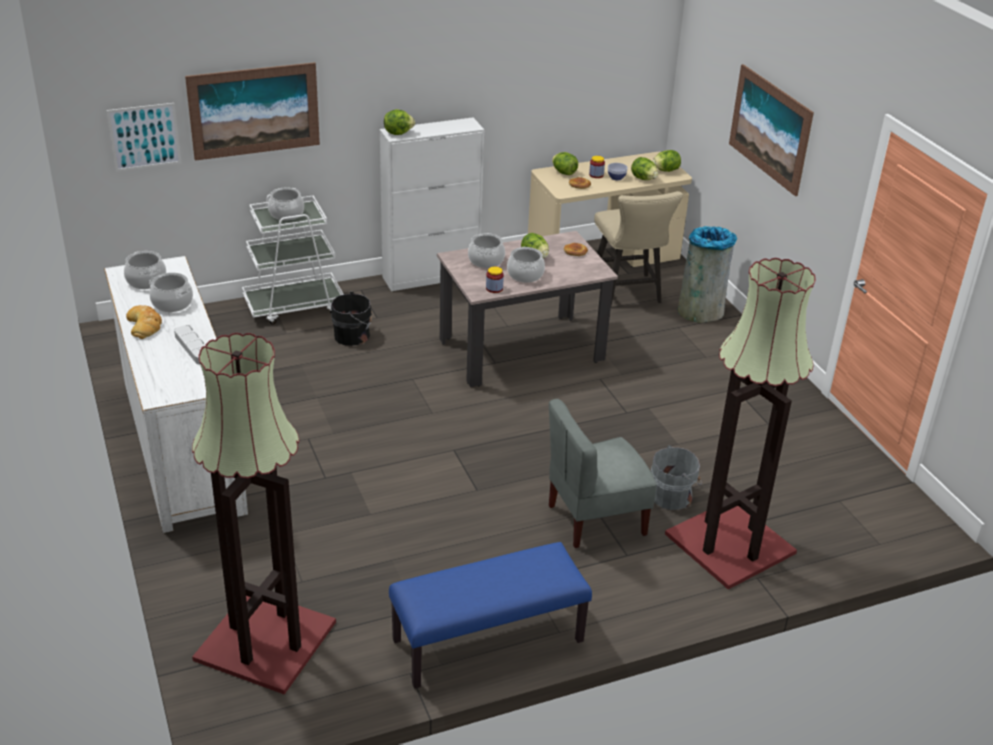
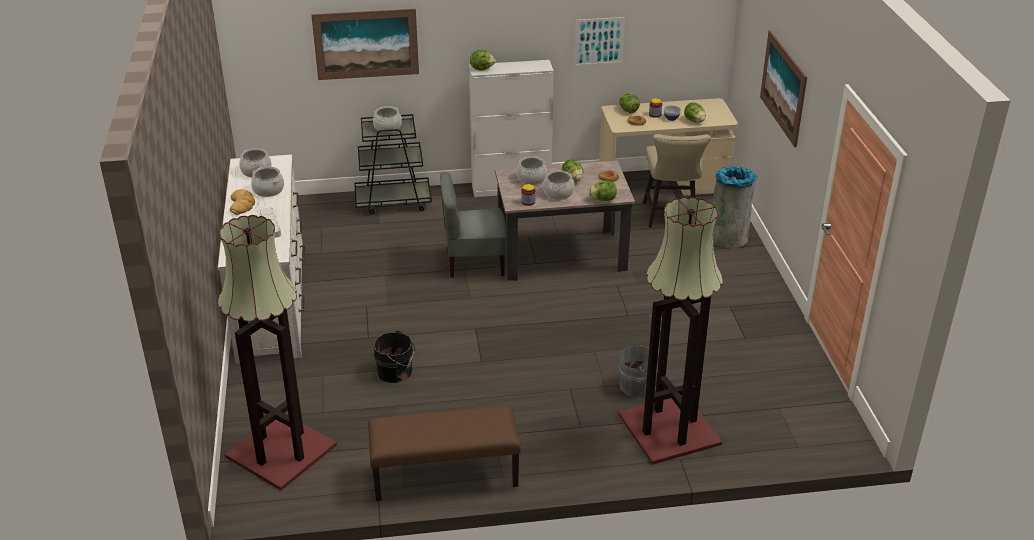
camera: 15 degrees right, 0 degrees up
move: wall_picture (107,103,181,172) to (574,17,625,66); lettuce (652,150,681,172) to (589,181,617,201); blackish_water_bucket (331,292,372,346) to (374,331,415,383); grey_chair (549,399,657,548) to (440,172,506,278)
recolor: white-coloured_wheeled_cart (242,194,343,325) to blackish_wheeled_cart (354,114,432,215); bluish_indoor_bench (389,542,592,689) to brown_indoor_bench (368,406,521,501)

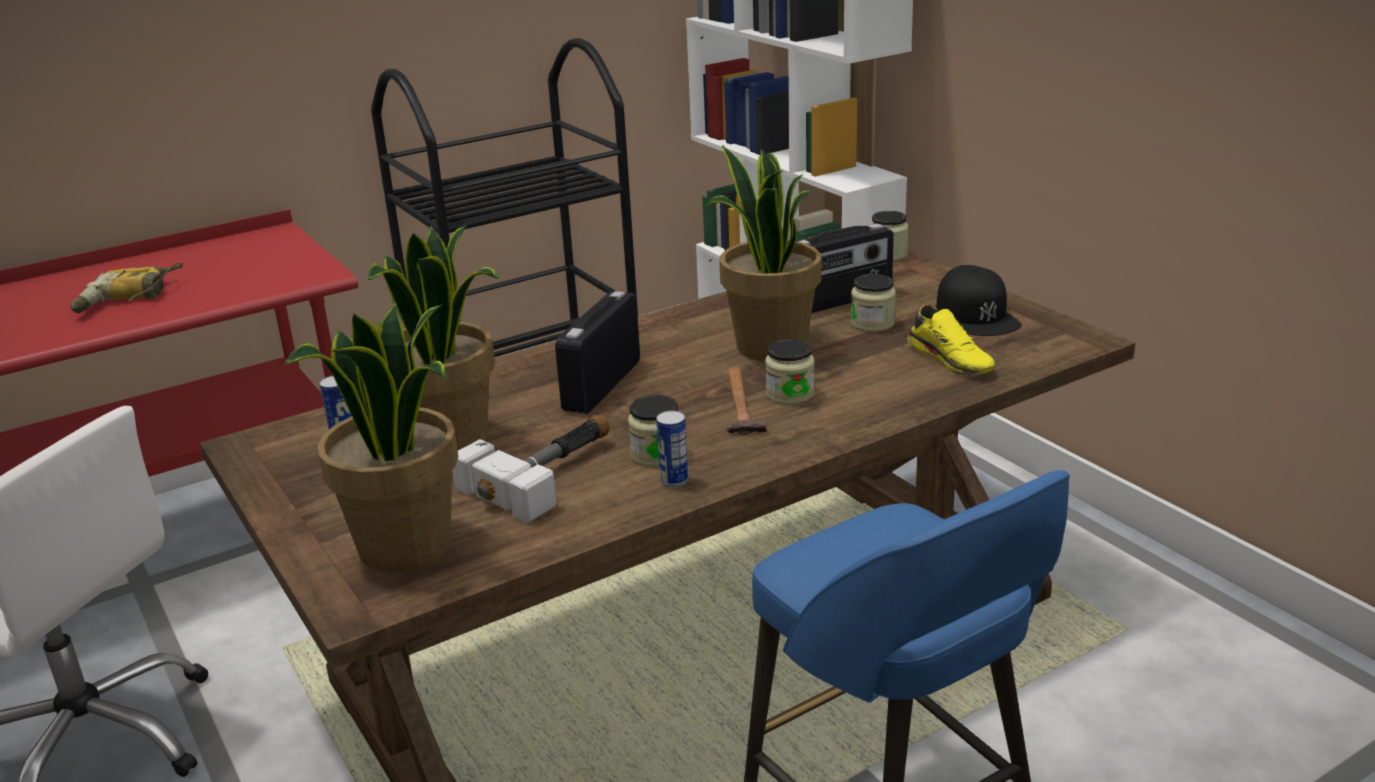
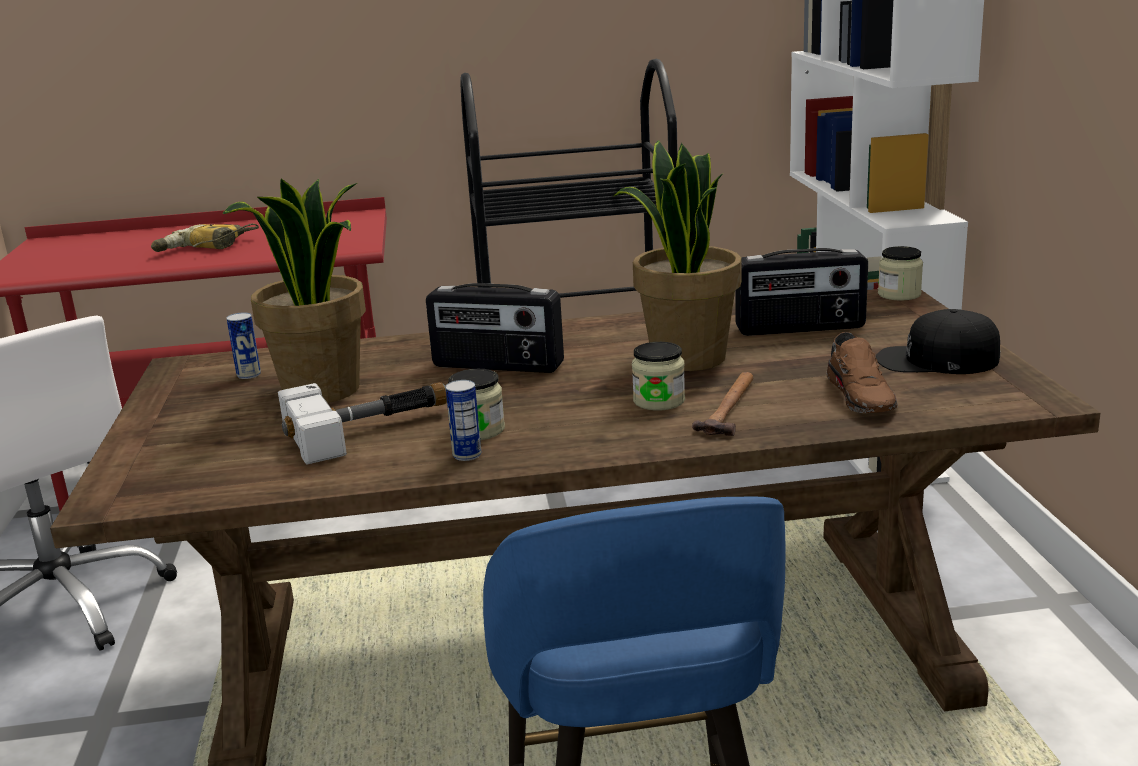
camera: 25 degrees right, 5 degrees down
delete: storage_jar (851,274,896,332); houseplant (284,302,458,573)
move: hand_hammer (726,367,767,435) to (692,372,753,436)
recolor: yellow_low_shoe (908,305,995,376) to brown_low_shoe (826,332,898,413)
rotate: blackish_cap (936,265,1022,336) = (876,309,1001,374) 90 degrees clockwise; radio_receiver (555,291,640,414) = (426,283,564,373) 120 degrees counterclockwise

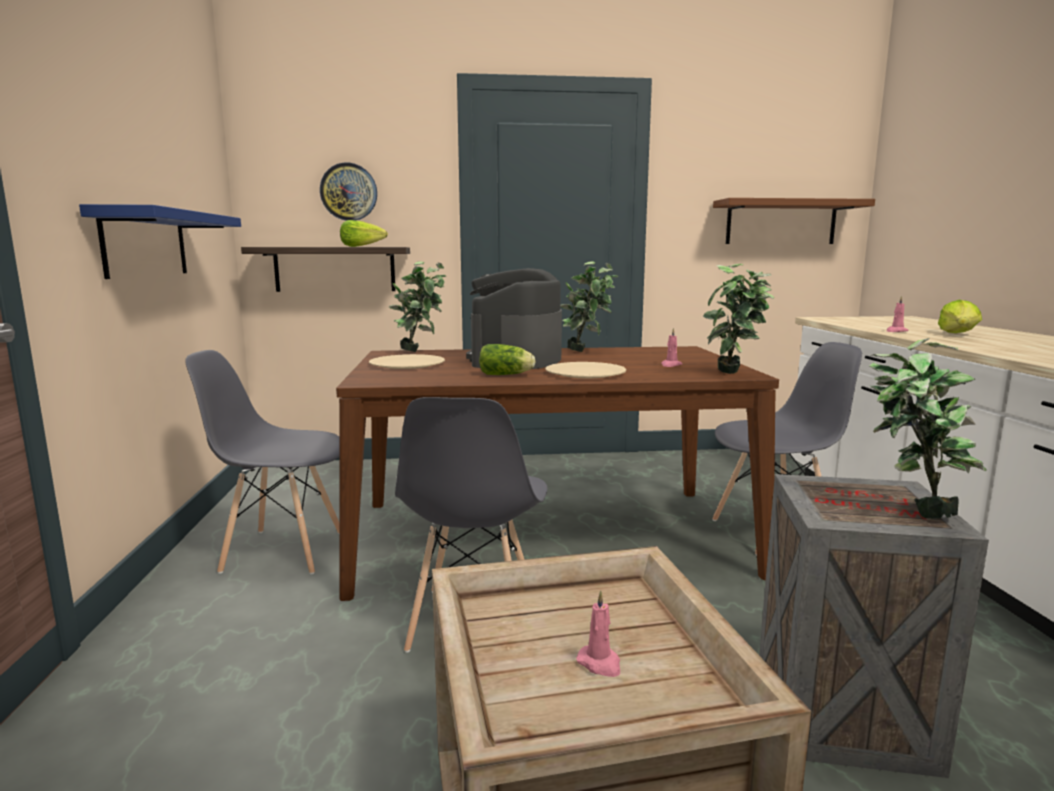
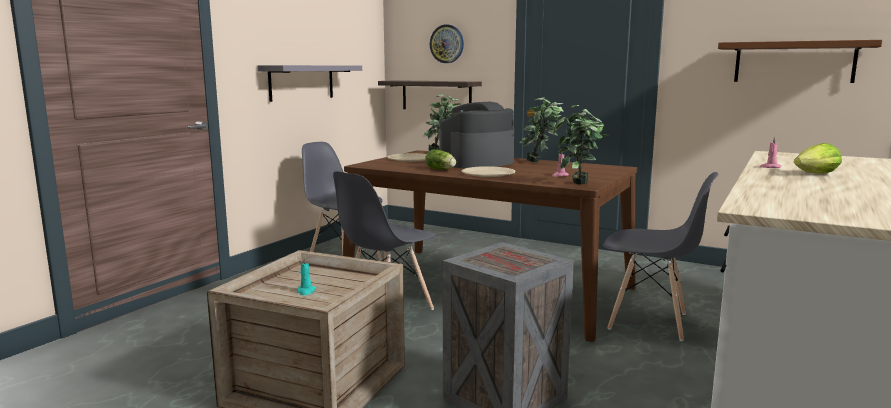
camera: 35 degrees right, 0 degrees up
delete: lettuce (340,220,388,247); houseplant (869,338,987,519)
recolor: bluish_shelf (79,204,241,279) to grey_shelf (257,65,362,102); pink_wax_light (576,591,620,677) to blue-green_wax_light (297,256,316,295)

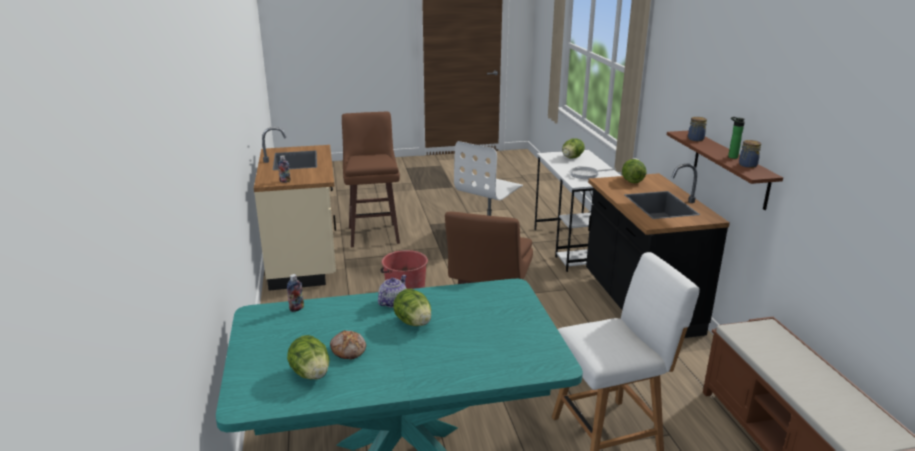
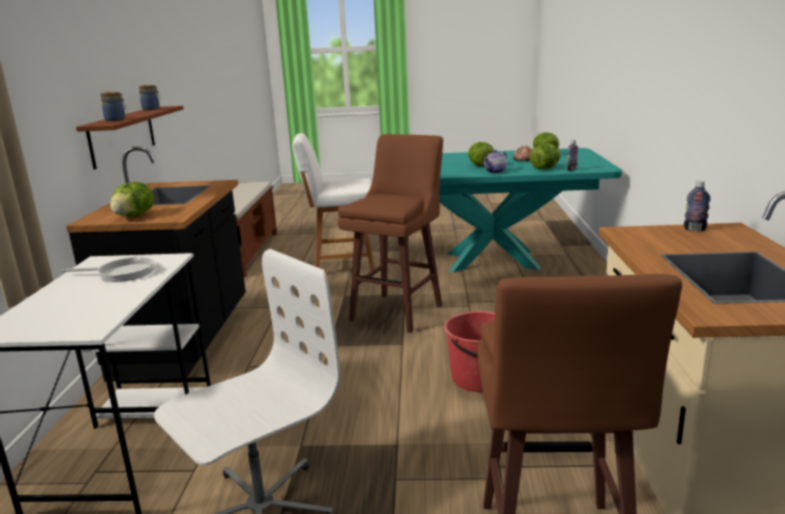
camera: 165 degrees left, 5 degrees down
delete: bottle (728,117,745,159)
move: lettuce (562,138,585,158) to (530,144,561,170)

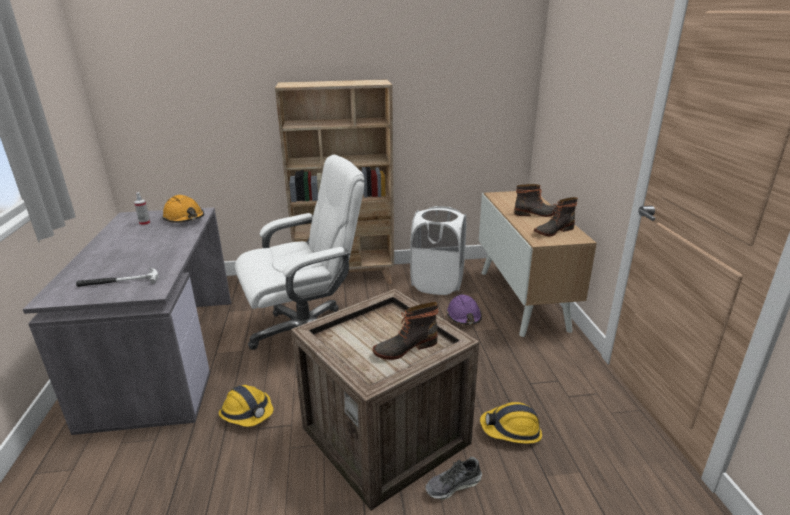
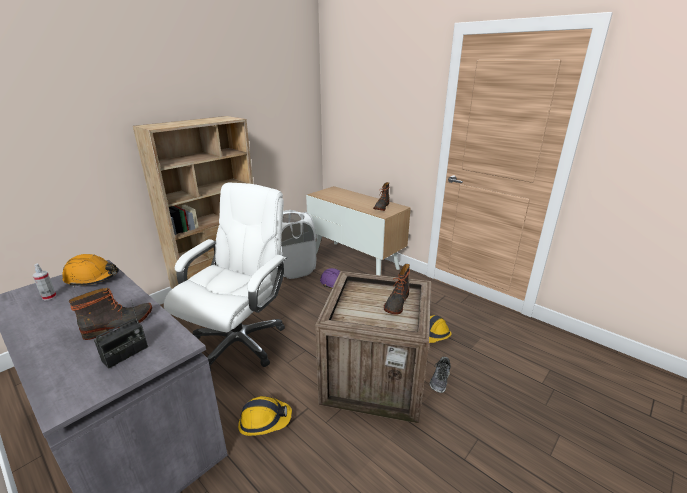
camera: 40 degrees left, 0 degrees up
move: boot (514,184,557,217) to (69,288,152,340)
replace: hand_hammer (76,268,159,287) to radio_receiver (94,300,148,369)

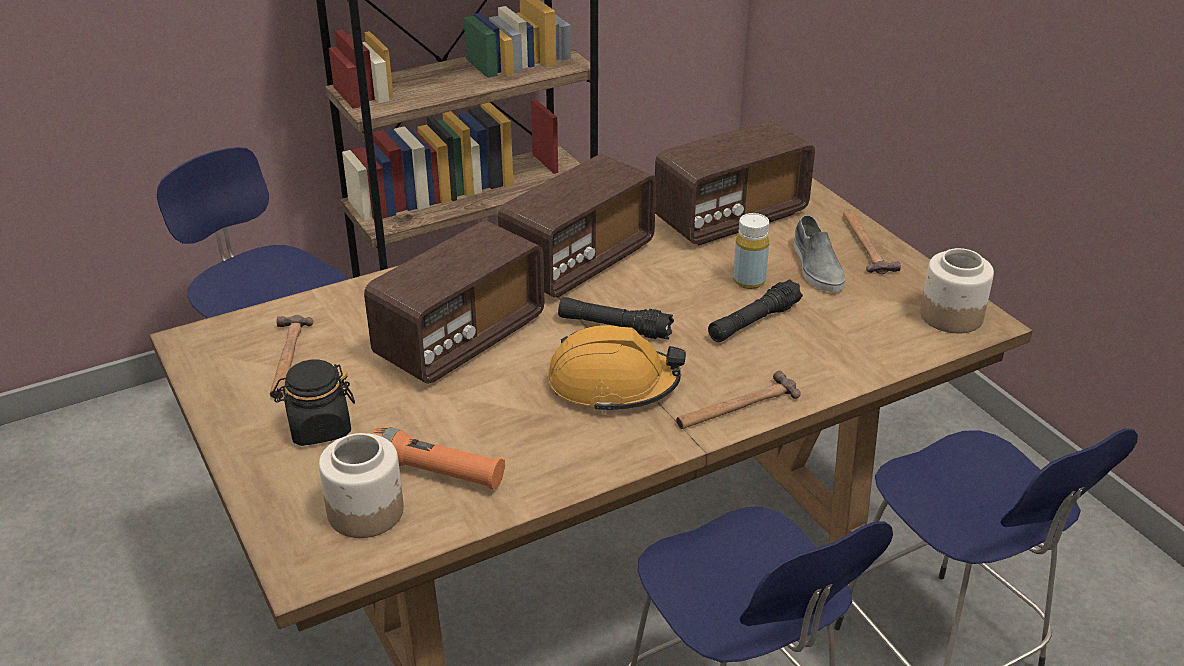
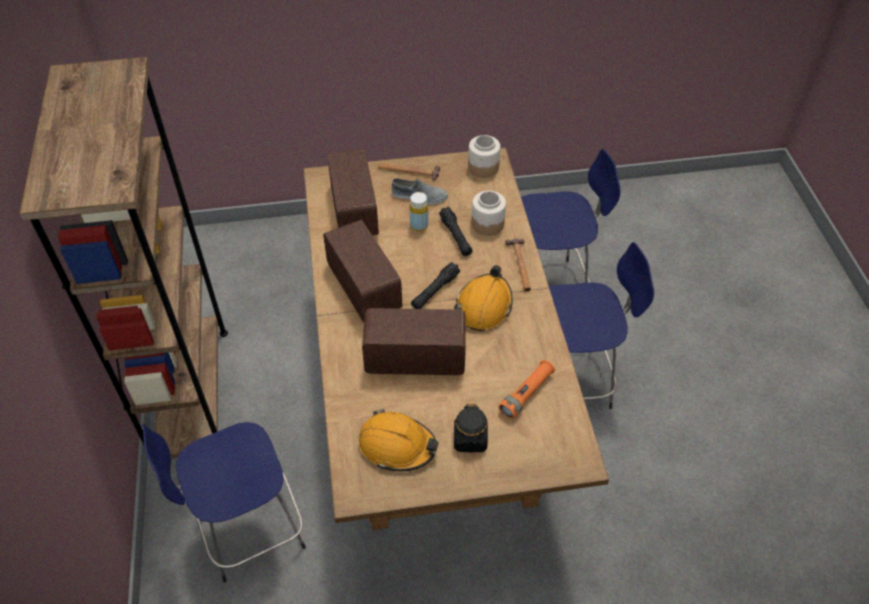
camera: 70 degrees left, 15 degrees up
move: storage_jar (319,433,404,538) to (471,191,506,236)
replace: hand_hammer (270,315,313,399) to orangey_safety_helmet (359,409,439,471)
rotate: radio_receiver (364,220,545,384) = (362,308,466,375) 60 degrees counterclockwise

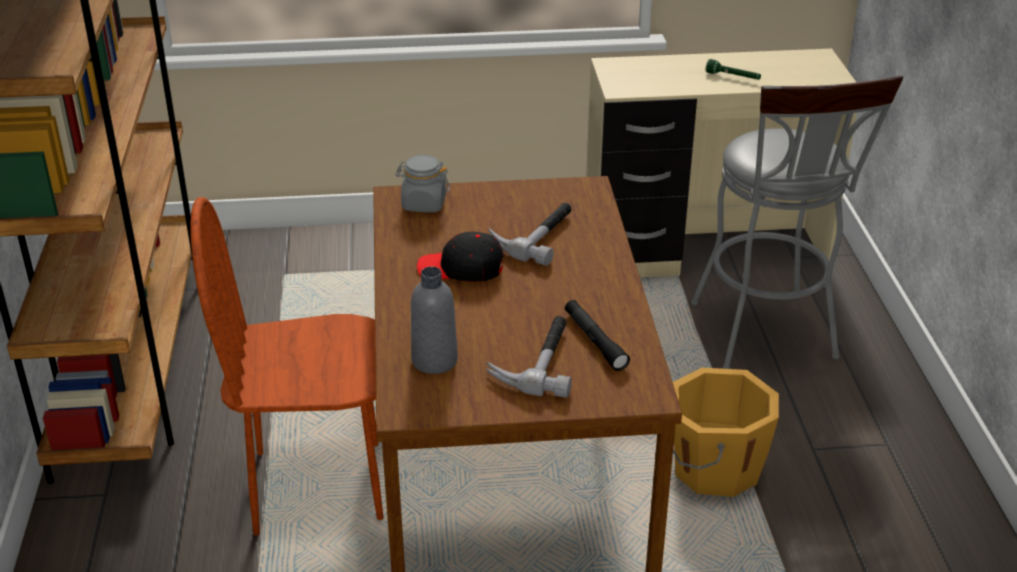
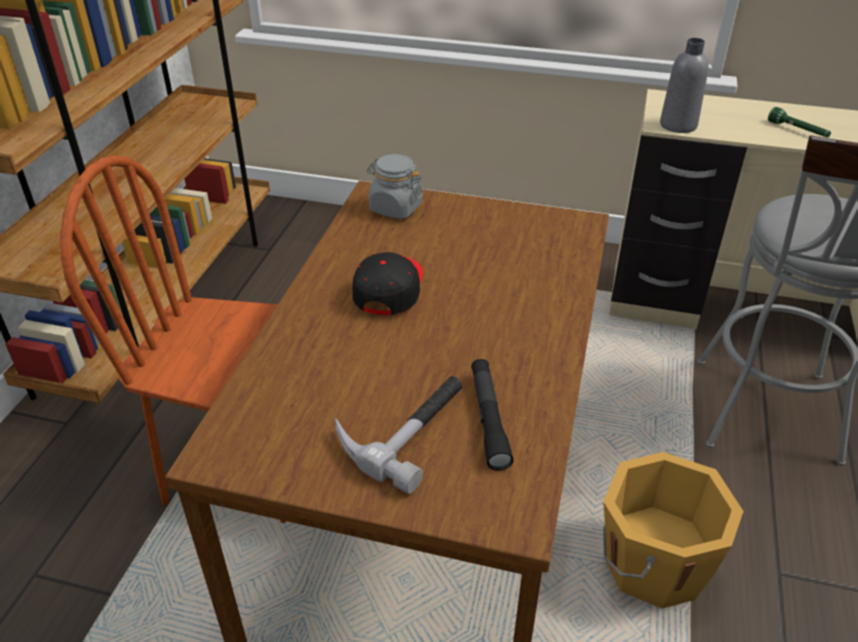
camera: 20 degrees right, 5 degrees up
delete: hand_hammer (488,203,572,266)
move: grey_bottle (411,266,458,374) to (660,38,709,133)
rotate: blackish_cap (417,232,503,282) = (352,252,423,315) 75 degrees clockwise

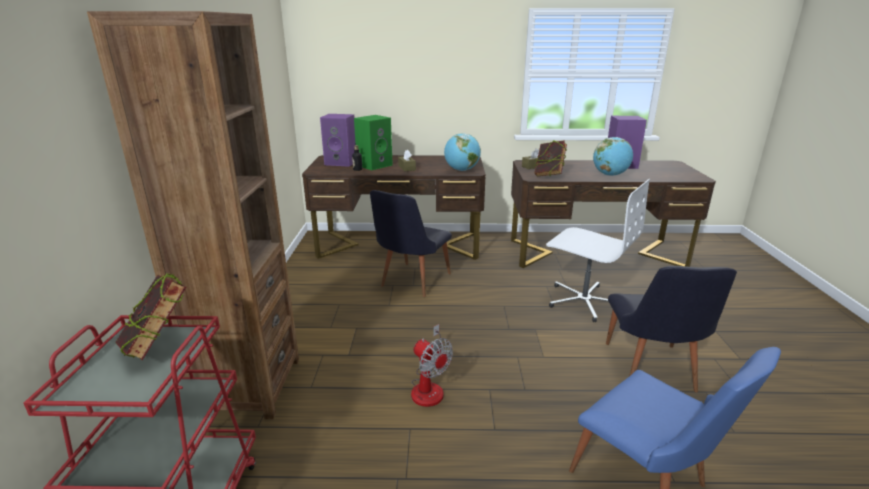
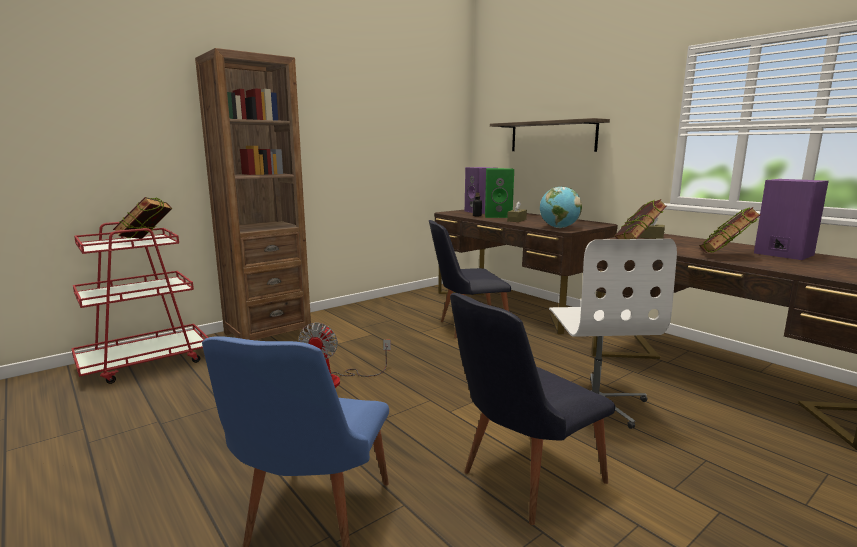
camera: 50 degrees right, 10 degrees down
insert: shelf (490,118,610,152)
replace: desk_globe (593,137,633,176) to book (699,207,761,253)

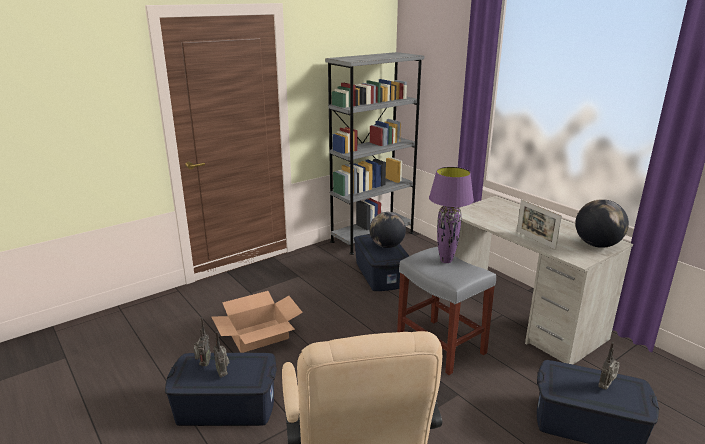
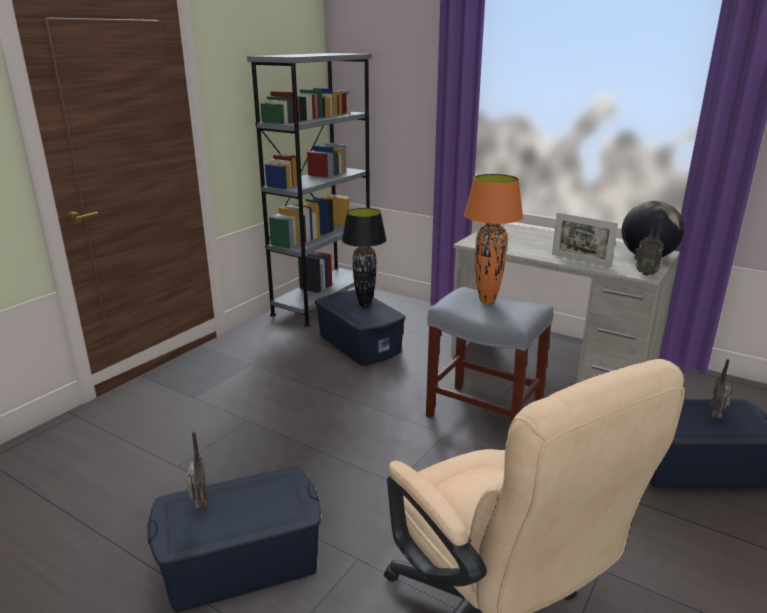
camera: 20 degrees left, 0 degrees up
delete: cardboard_box (212,291,303,353)
move: radio_receiver (213,332,229,378) to (634,216,664,276)
replace: desk_globe (369,212,406,248) to blackish_table_lamp (342,208,387,307)
recolor: purple-coloured_table_lamp (429,167,474,263) to orangey_table_lamp (464,174,523,304)

